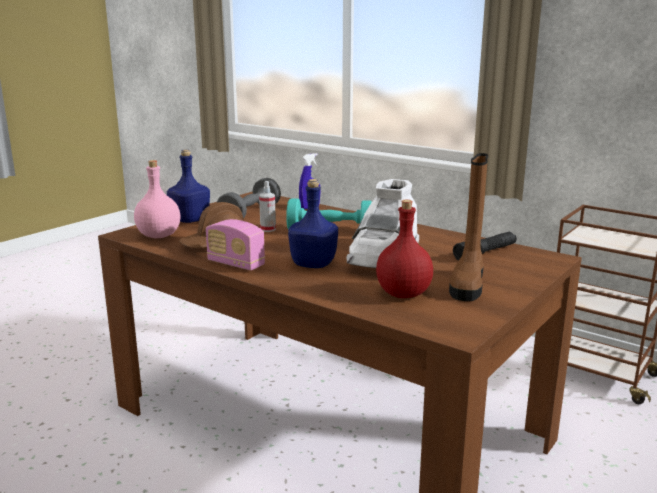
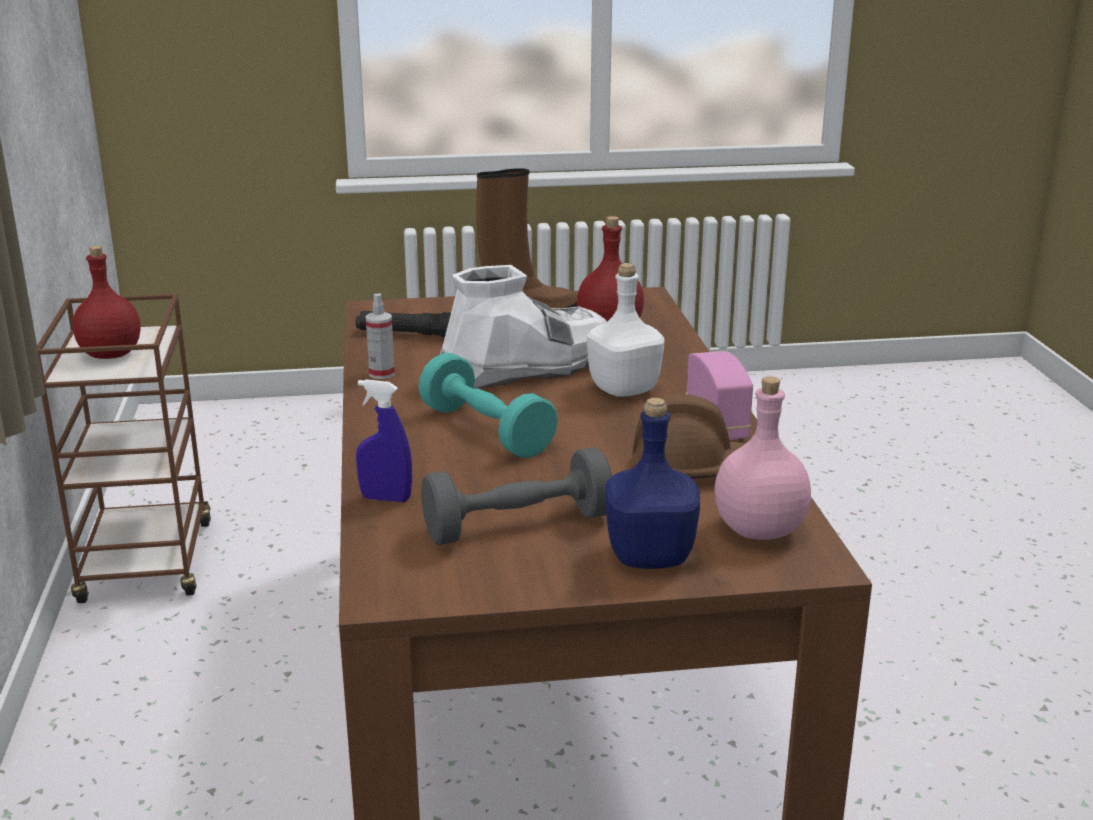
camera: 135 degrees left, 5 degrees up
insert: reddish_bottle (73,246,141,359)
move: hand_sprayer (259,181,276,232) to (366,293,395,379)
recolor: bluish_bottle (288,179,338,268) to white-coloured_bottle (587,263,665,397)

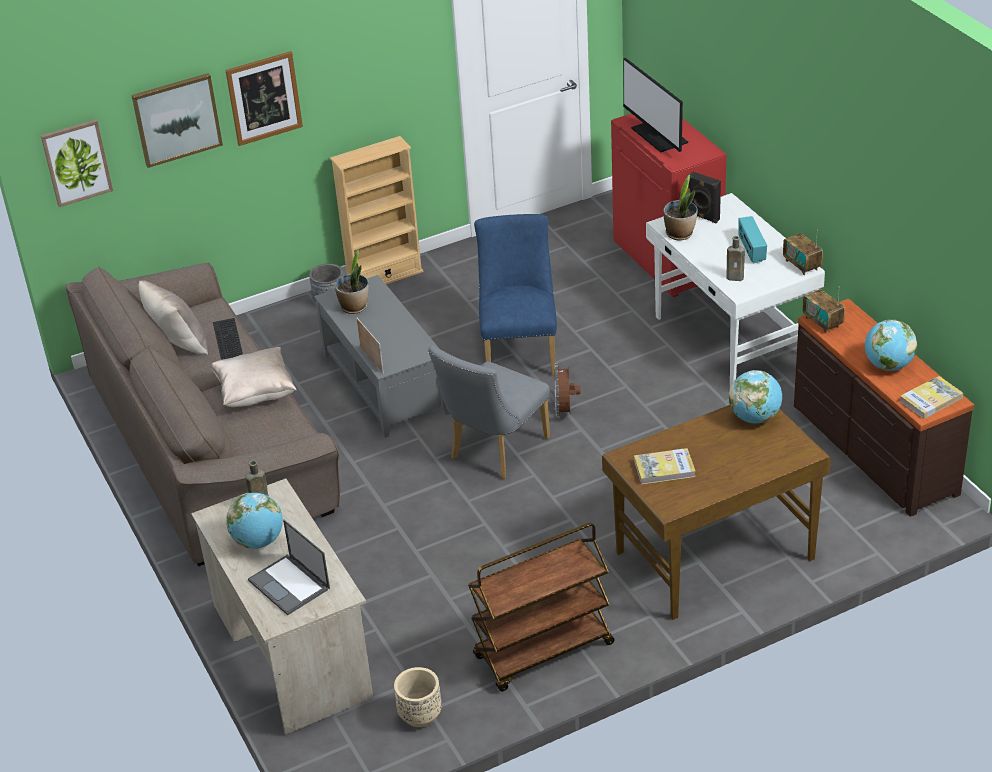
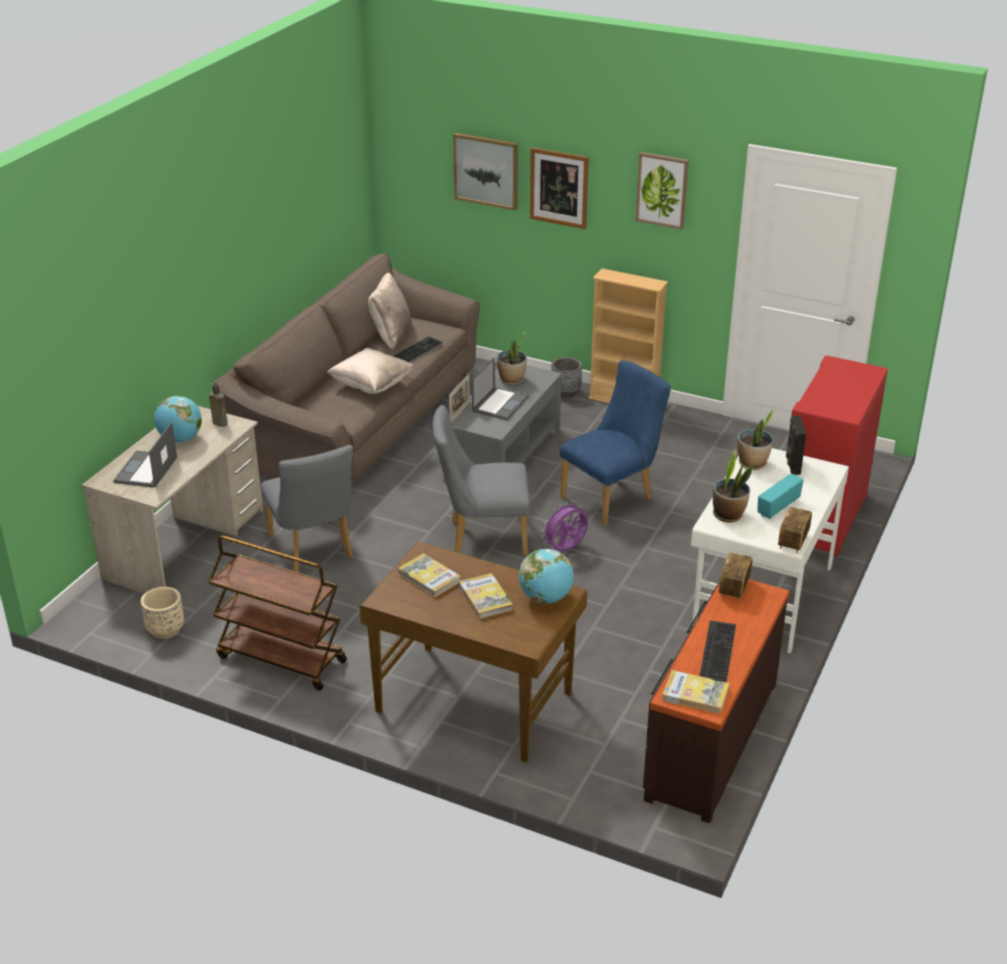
camera: 50 degrees right, 5 degrees down
delete: monitor (623,58,688,152)
insert: portable_computer (472,357,529,420); grey_chair (261,445,353,573); book (459,573,513,619)
move: wall_picture (41,119,113,207) to (636,152,689,230)
replace: brown_bottle (726,236,745,281) to houseplant (713,450,754,522); desk_globe (865,319,917,371) to PC_keyboard (699,621,736,682)
recolor: brown_electric_fan (554,363,581,418) to purple-coloured_electric_fan (541,501,588,552)

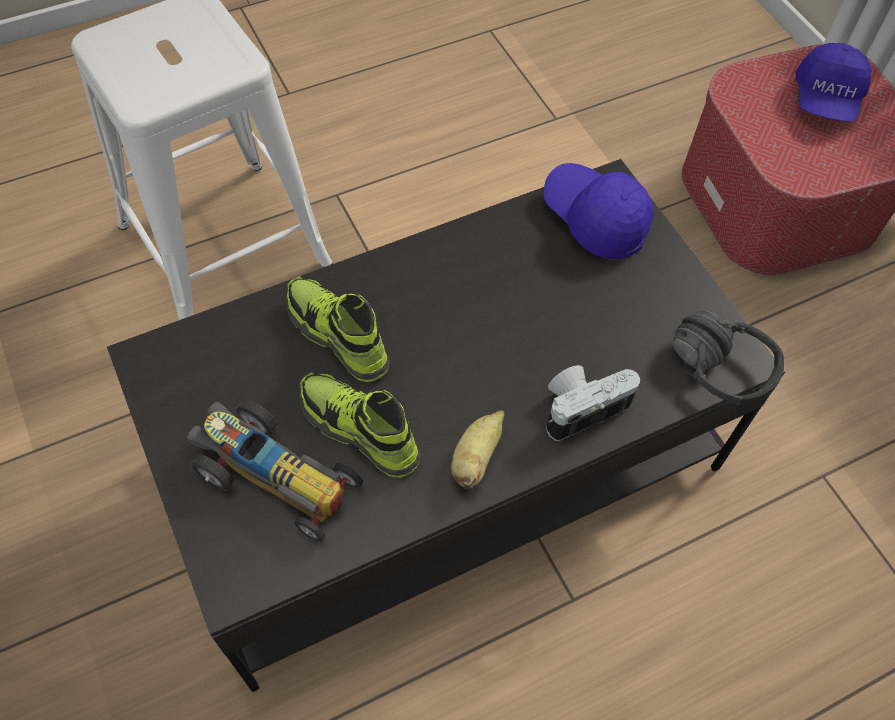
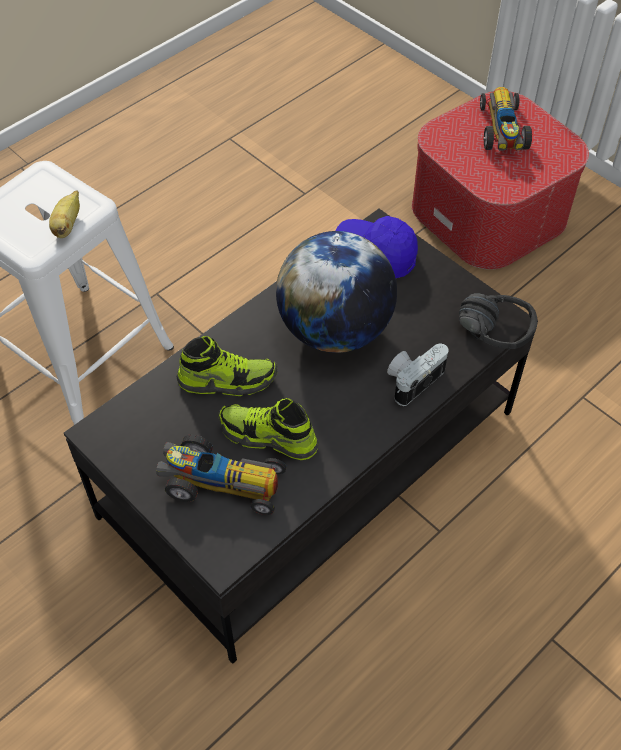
camera: 15 degrees left, 5 degrees down
insert: desk_globe (276,231,397,353)
move: banana (451,411,505,489) to (49,191,80,238)
replace: bluish_cap (796,43,871,122) to miniature_car (480,87,532,151)
rotate: low_shoe (286,276,390,382) = (177,336,278,396) 150 degrees clockwise

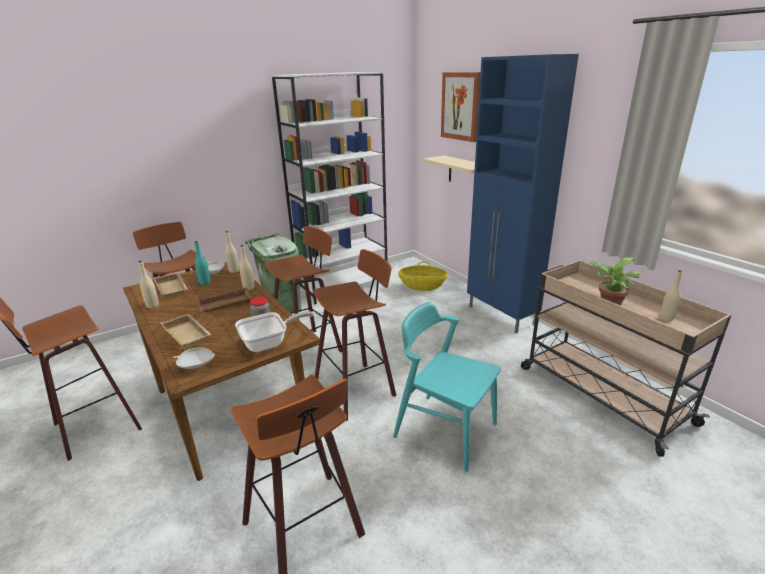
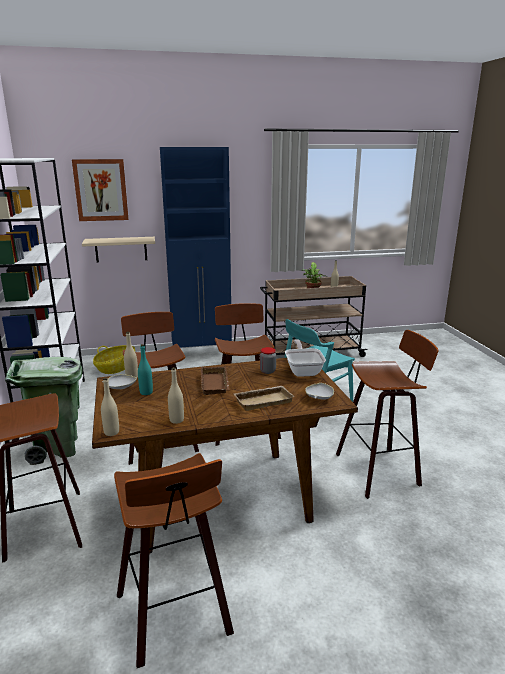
camera: 70 degrees left, 5 degrees down
delete: beige_serving_tray (153,273,188,299)
move: beige_bottle (240,245,255,290) to (101,378,119,436)

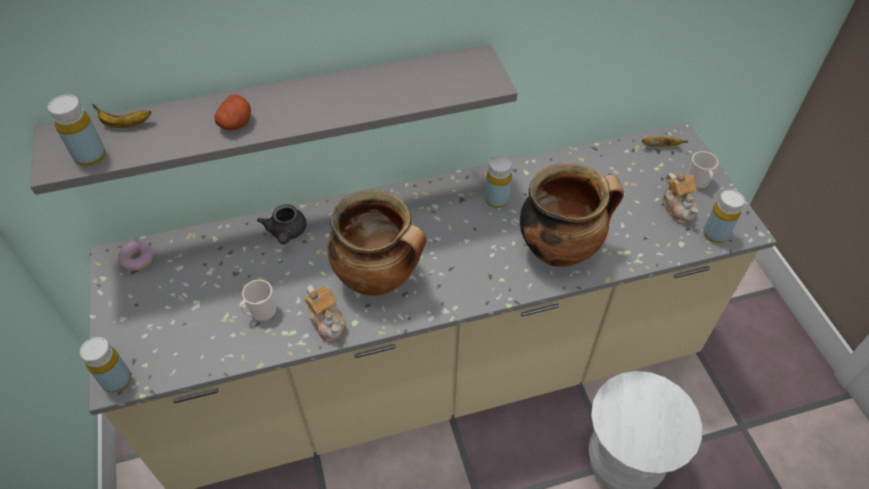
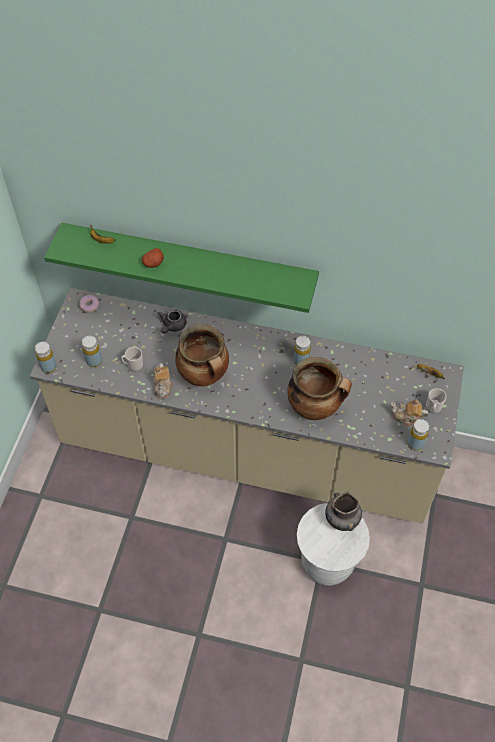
camera: 30 degrees right, 5 degrees up
insert: grey_vase (325,491,362,531)
move: yellow_bottle (48,95,105,166) to (82,336,102,367)
recolor: grey_shelf (30,44,517,195) to green_shelf (44,223,319,313)
rotate: teapot (662,173,699,224) = (391,399,428,426) 90 degrees clockwise

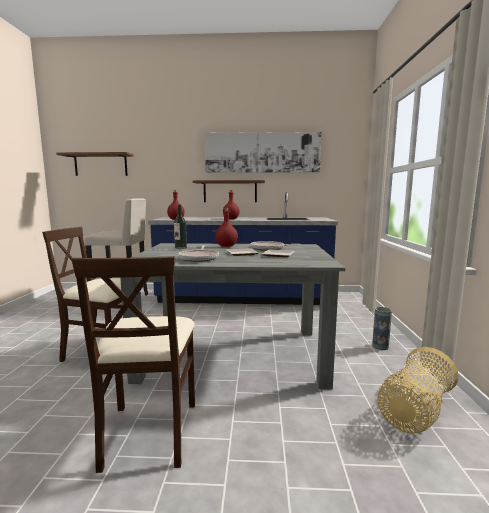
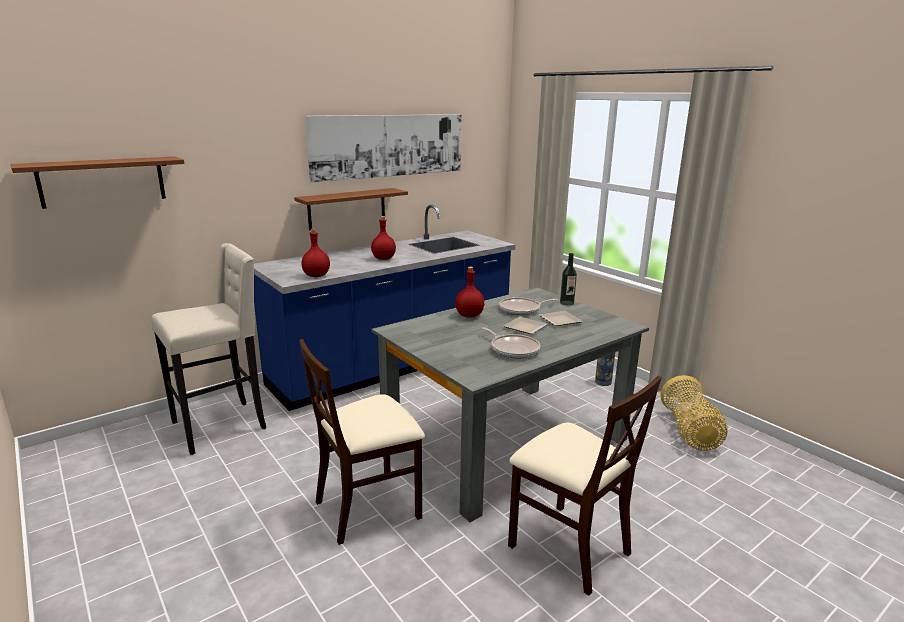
camera: 40 degrees left, 10 degrees up
move: bottle (174,205,187,249) to (560,253,577,306)

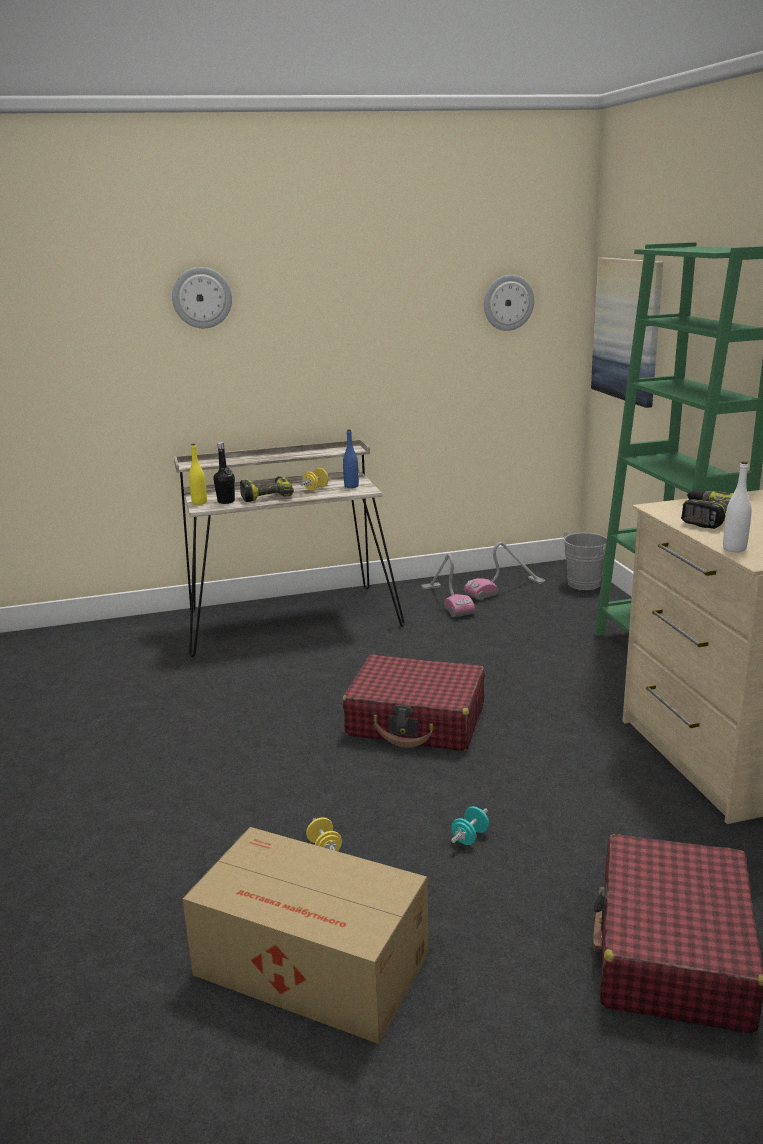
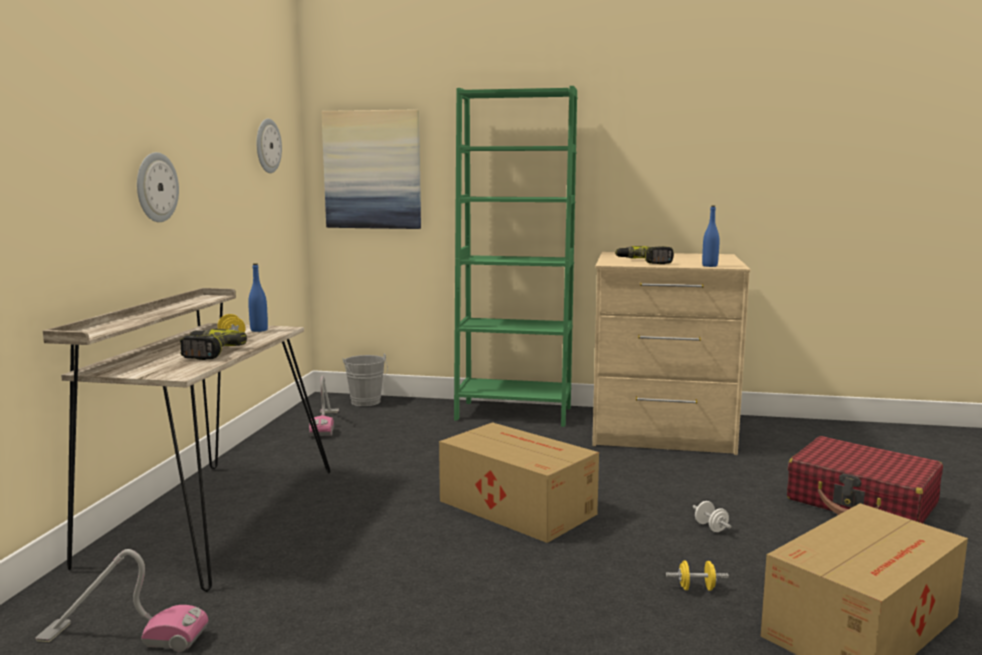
camera: 65 degrees left, 10 degrees down
delete: blackish_bottle (213,442,235,504); yellow_bottle (189,444,207,505)
move: wall_clock (172,267,232,328) to (137,152,179,222); vacuum_cleaner (421,554,475,617) to (35,549,208,652)
replace: reddish_suitcase (342,654,485,751) to cardboard_box (439,422,599,543)
recolor: white-coloured_bottle (723,461,751,552) to bluish_bottle (702,205,719,267); blue-green_dumbbell (451,807,489,845) to white-coloured_dumbbell (692,501,731,532)

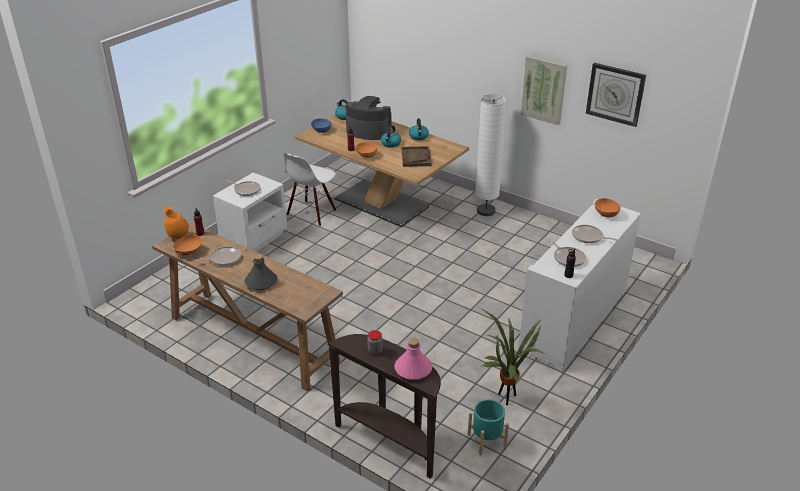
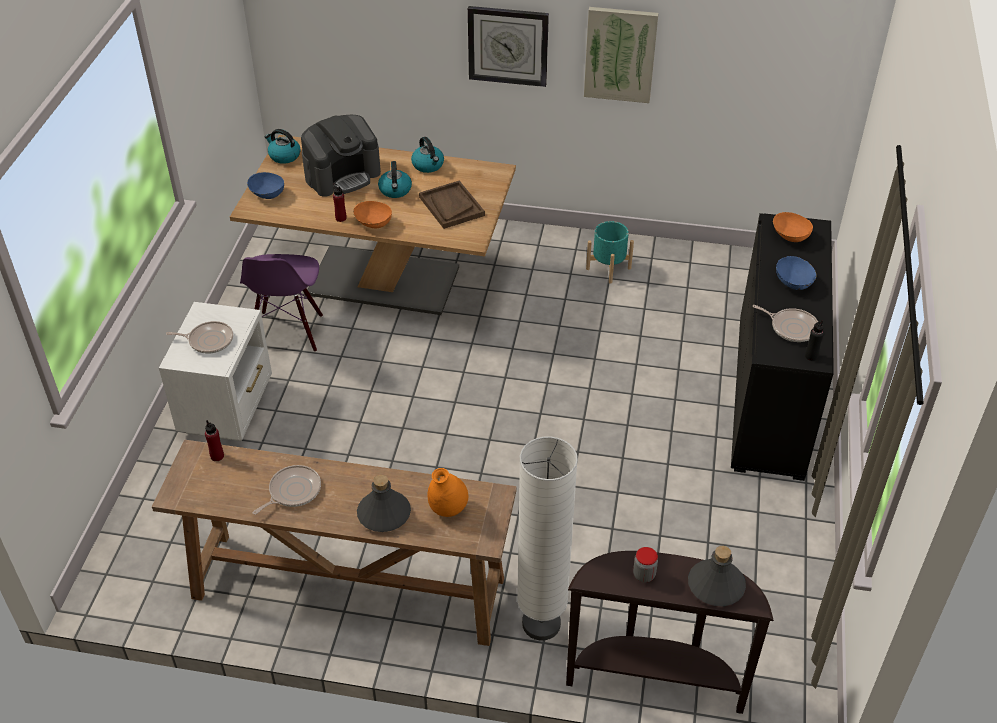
camera: 25 degrees left, 10 degrees up
delete: orangey_deep_dish (173,235,202,255); houseplant (482,309,545,405)
move: wall_clock (586,63,646,127) to (468,6,549,87); white-coloured_standing_lamp (475,94,507,216) to (517,437,578,640); orangey_vase (163,206,189,239) to (427,468,468,517); blue-green_flower_pot (467,399,509,455) to (586,221,634,284)
replace: skillet (572,225,618,243) to bluish_deep_dish (776,256,817,290)
recolor: white-coloured_chair (284,153,336,226) to purple-coloured_chair (240,254,323,352); white-coloured_cabinet (518,199,641,371) to blackish_cabinet (731,213,834,481); pink_bottle (394,338,432,380) to grey_bottle (688,546,746,606)
rotate: coffee_maker (346,96,391,140) = (301,115,381,197) 150 degrees clockwise

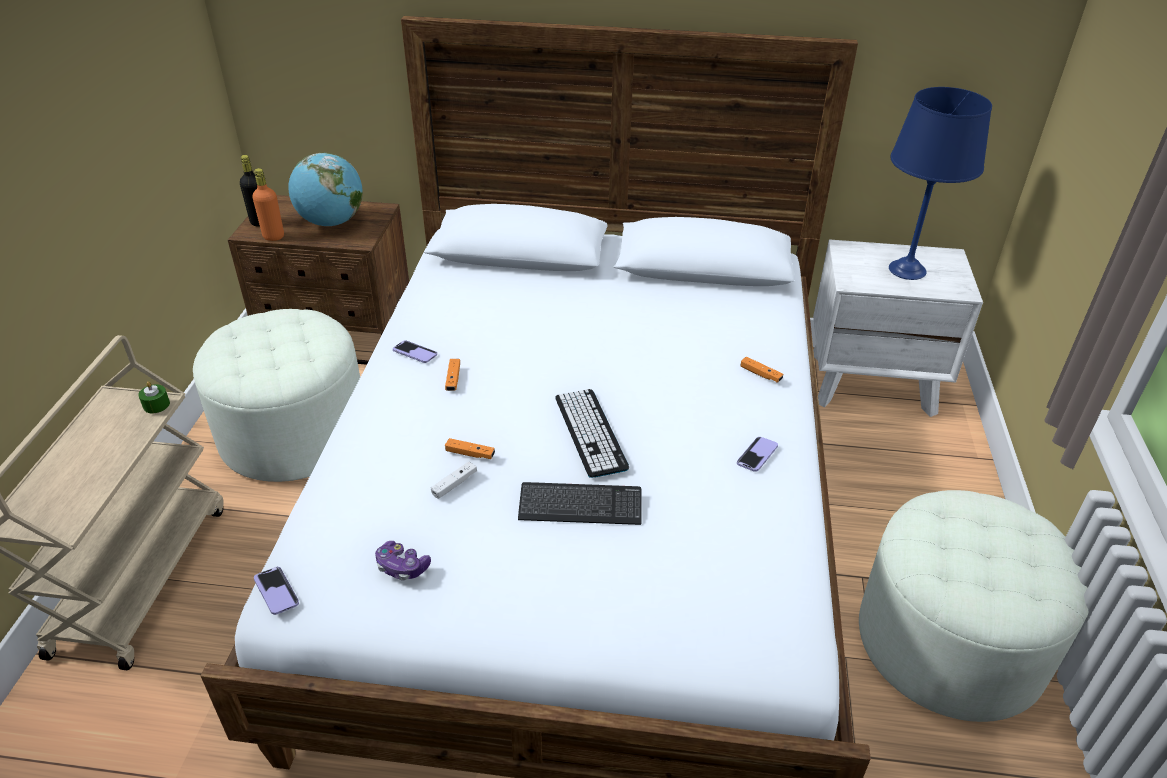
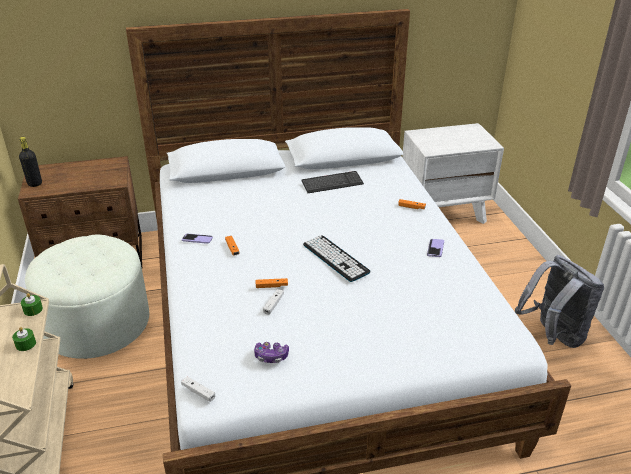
camera: 20 degrees left, 5 degrees down
delete: bluish_table_lamp (889,87,992,280); desk_globe (288,153,363,226); orangey_bottle (252,168,284,241)
insert: green_wax_light (12,327,36,351)
move: PC_keyboard (518,482,641,525) to (301,171,364,193)
replace: white-coloured_ottoman (859,490,1089,722) to grey_backpack (515,255,604,348); telephone (254,567,299,615) to white-coloured_gamepad (181,376,215,402)

